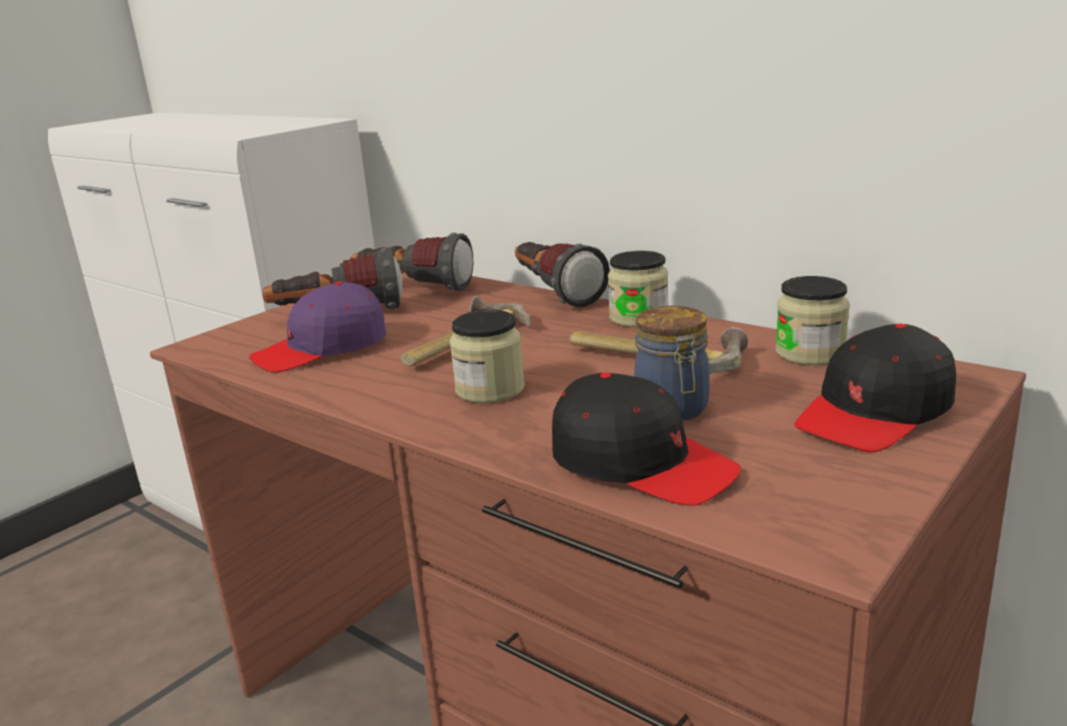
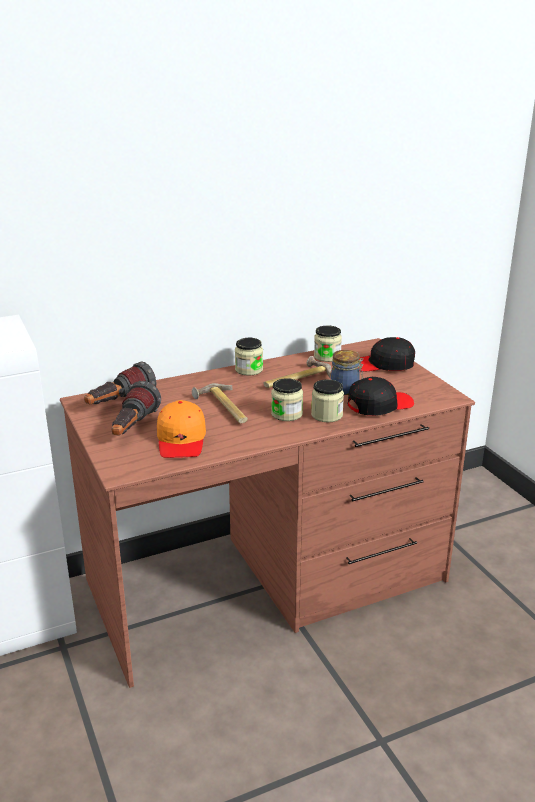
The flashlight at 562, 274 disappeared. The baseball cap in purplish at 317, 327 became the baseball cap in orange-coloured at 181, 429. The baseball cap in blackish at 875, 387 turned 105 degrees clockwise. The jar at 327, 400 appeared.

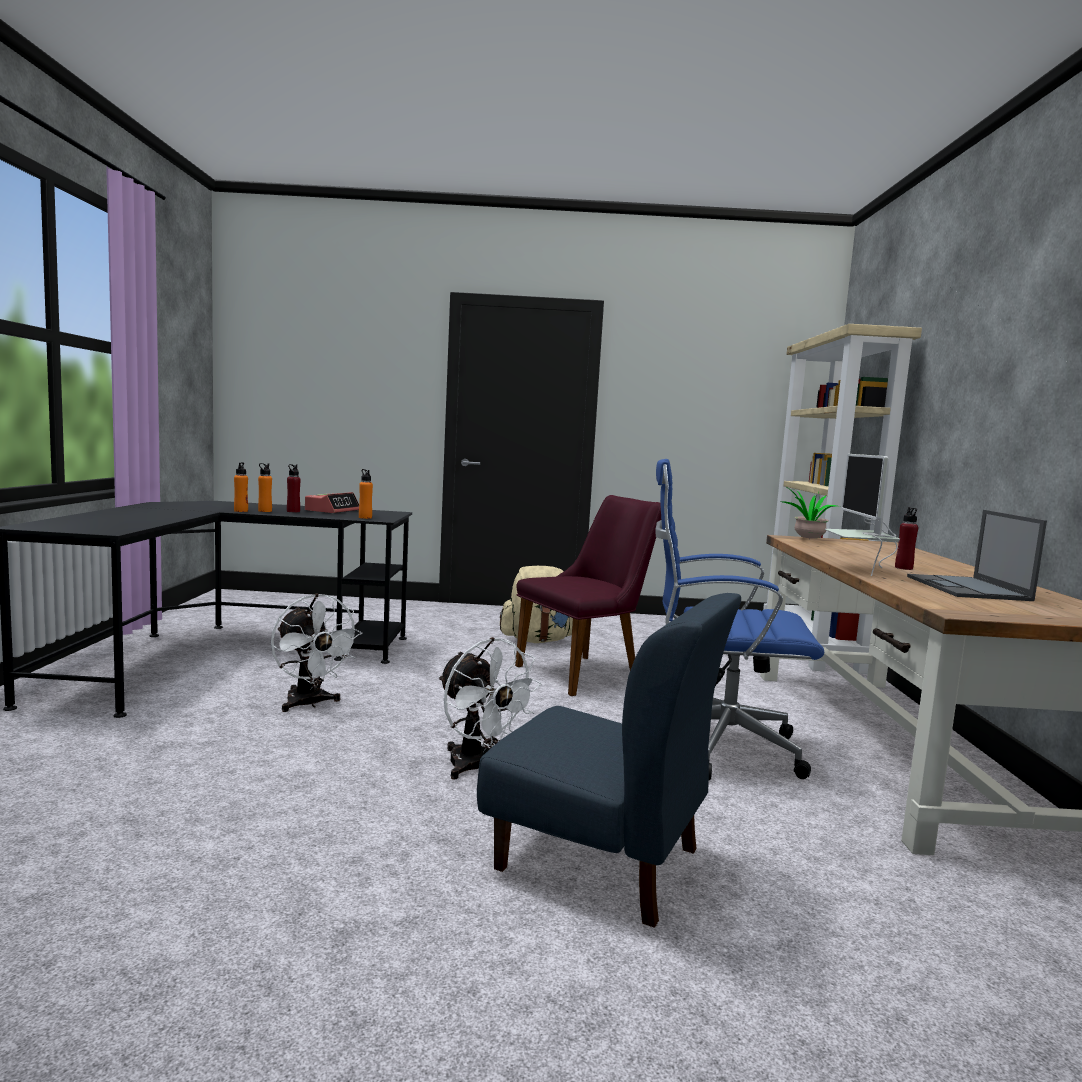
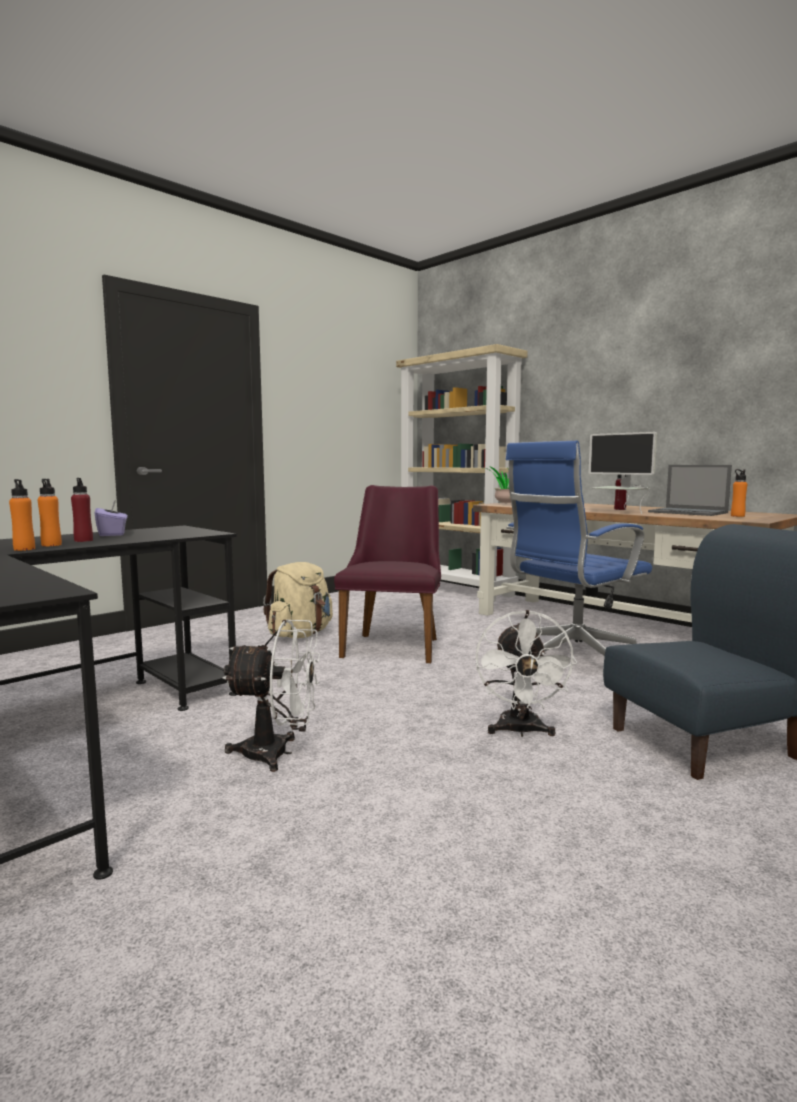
The drink bottle in orange-coloured moved from 366, 494 to 739, 493. The table clock at 332, 502 was replaced by the box of tissues in purplish at 110, 517. The cooling fan in white at 490, 708 turned 90 degrees clockwise.

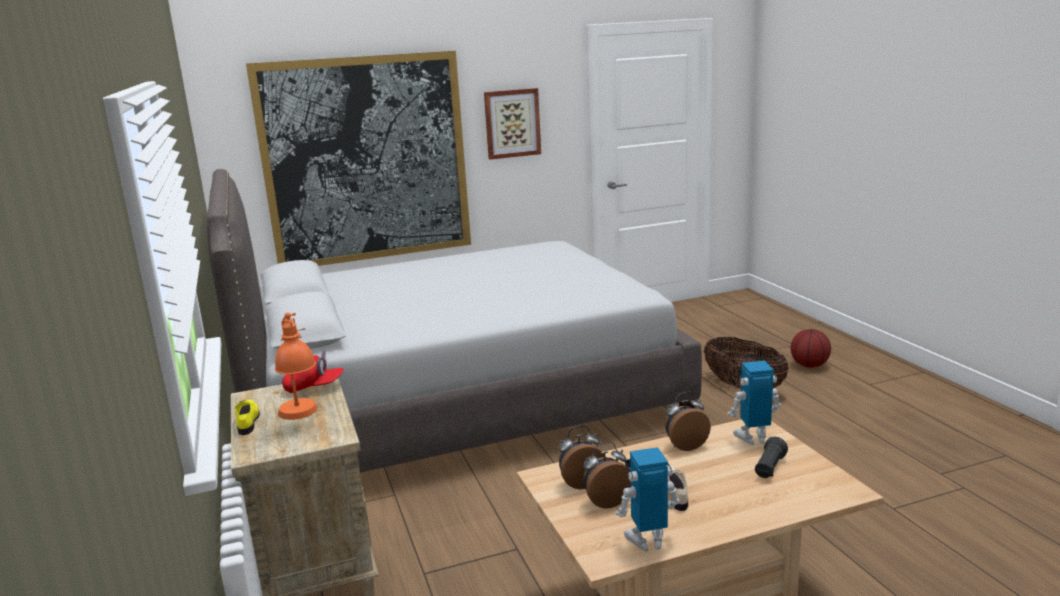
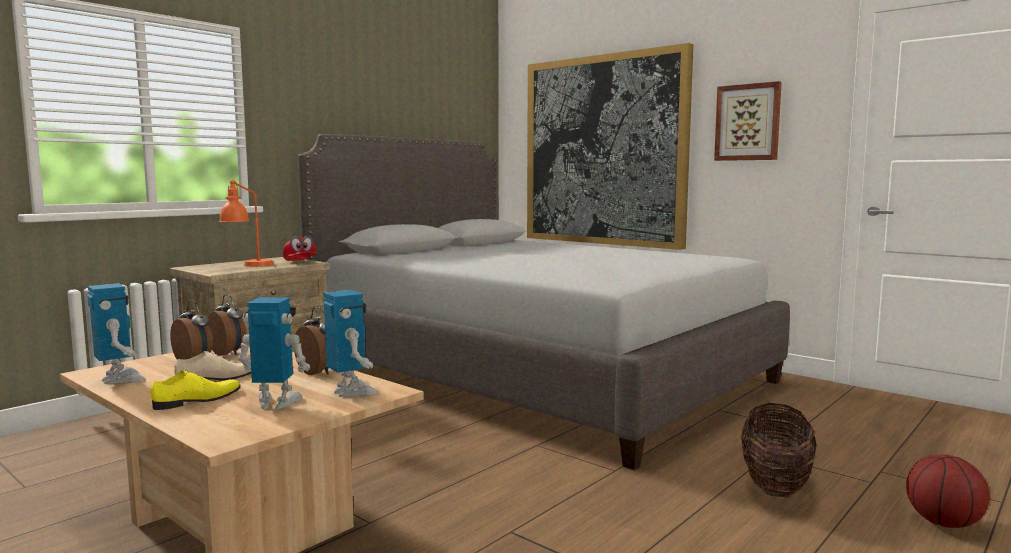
The item of footwear in yellow-coloured moved from 247, 417 to 195, 390. The flashlight in blackish at 771, 457 was replaced by the robot figure at 274, 353.

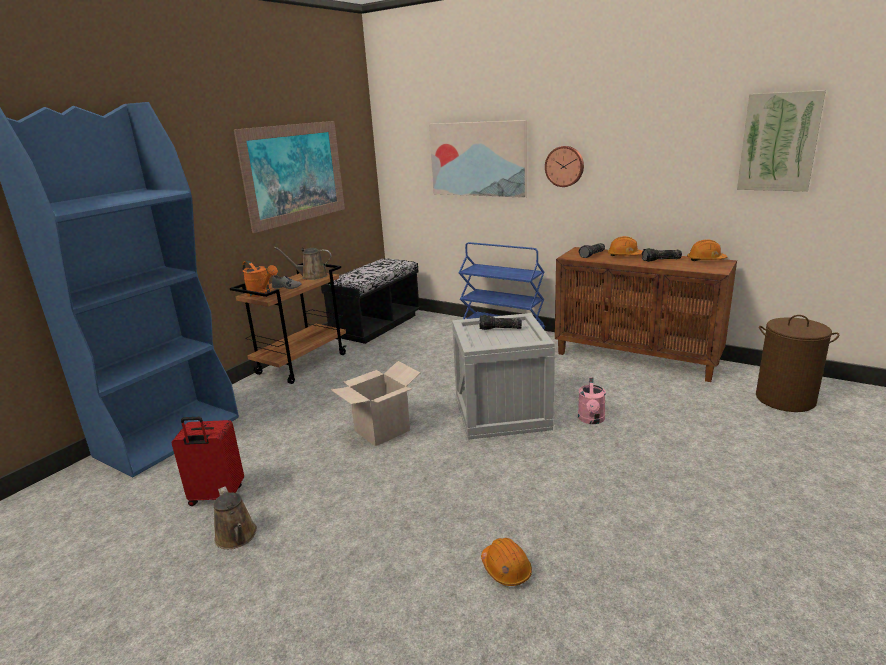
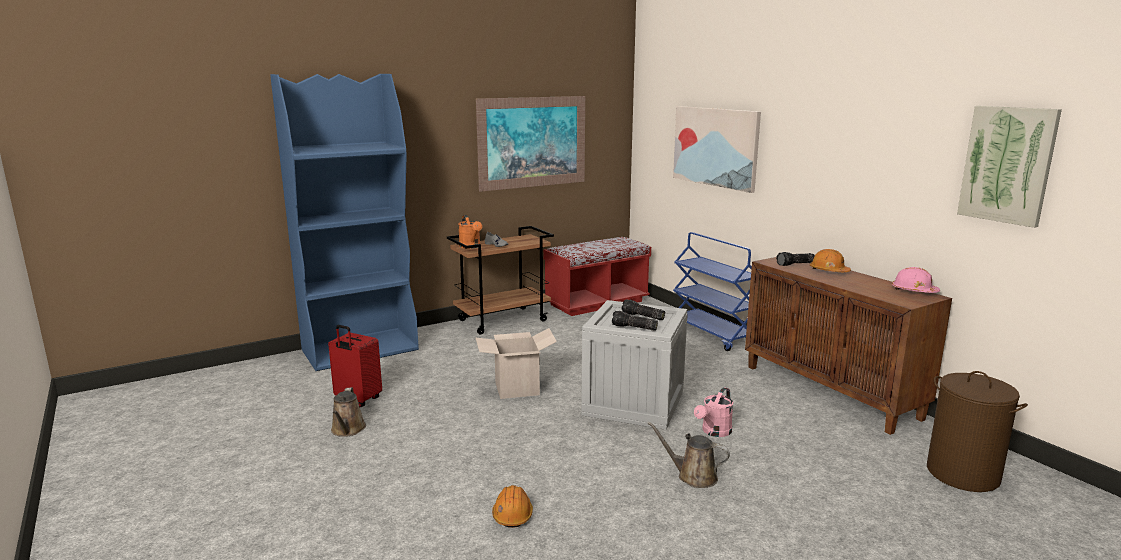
The clock on the wall at 564, 166 disappeared. The hard hat in orange-coloured at 707, 250 became the hard hat in pink-coloured at 916, 280. The watering pot in brown moved from 303, 263 to 689, 454. The flashlight moved from 662, 255 to 635, 320. The indoor bench in blackish at 371, 301 became the indoor bench in red at 597, 276.

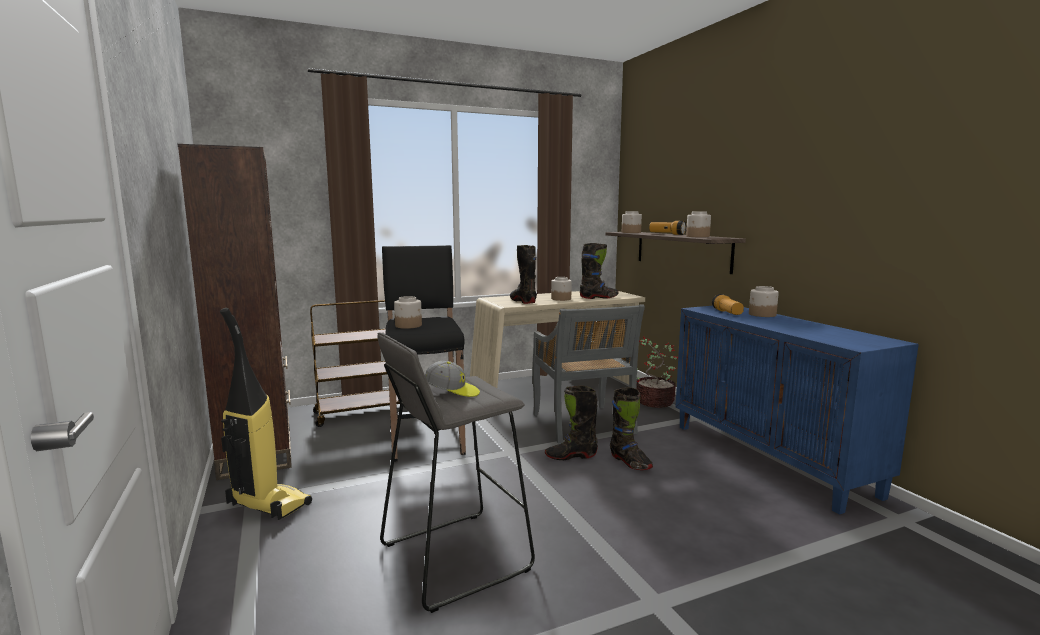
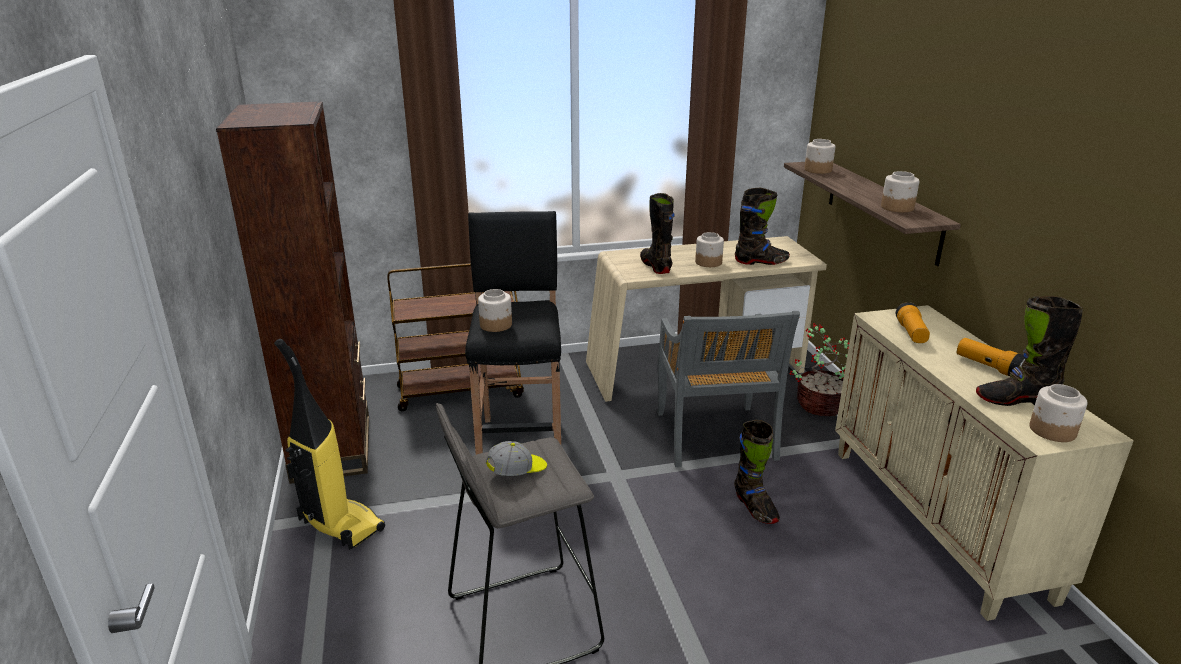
The flashlight moved from 668, 228 to 991, 357. The jar moved from 764, 301 to 1058, 413. The storage cabinet in blue-coloured at 797, 410 became the storage cabinet in beige at 984, 463. The baseball cap at 452, 379 turned 60 degrees counterclockwise. The boot in blackish moved from 571, 422 to 1029, 351.

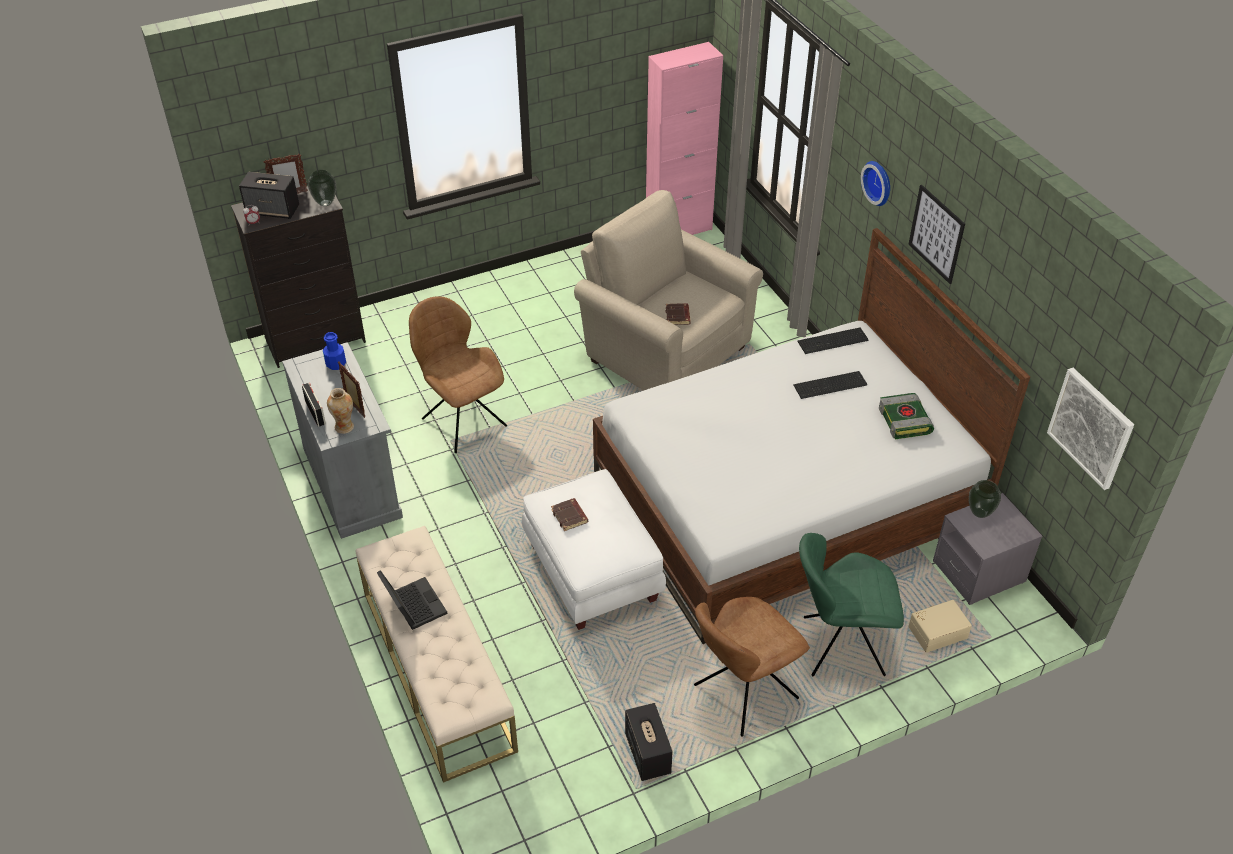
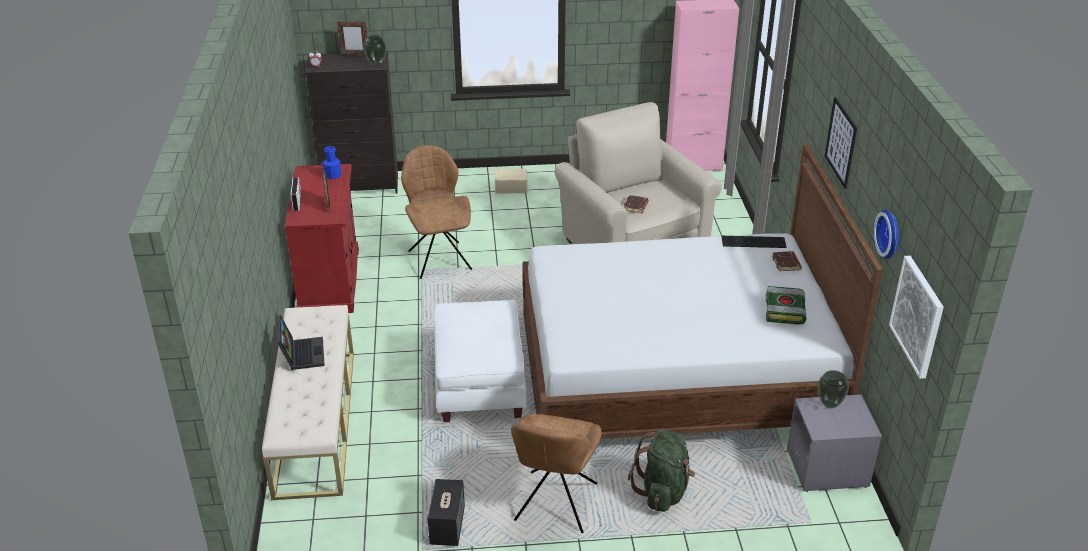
The clock on the wall moved from 875, 183 to 886, 234. The loudspeaker at 269, 195 disappeared. The storage cabinet in grey at 342, 440 became the storage cabinet in red at 321, 238. The computer keyboard at 830, 385 disappeared. The vase at 340, 411 disappeared. The volume in brown moved from 569, 514 to 787, 261. The plain chair in greenish at 851, 604 was replaced by the backpack in greenish at 661, 471. The plain chair in brown at 752, 667 turned 60 degrees counterclockwise. The storage bin in beige moved from 940, 626 to 511, 181.

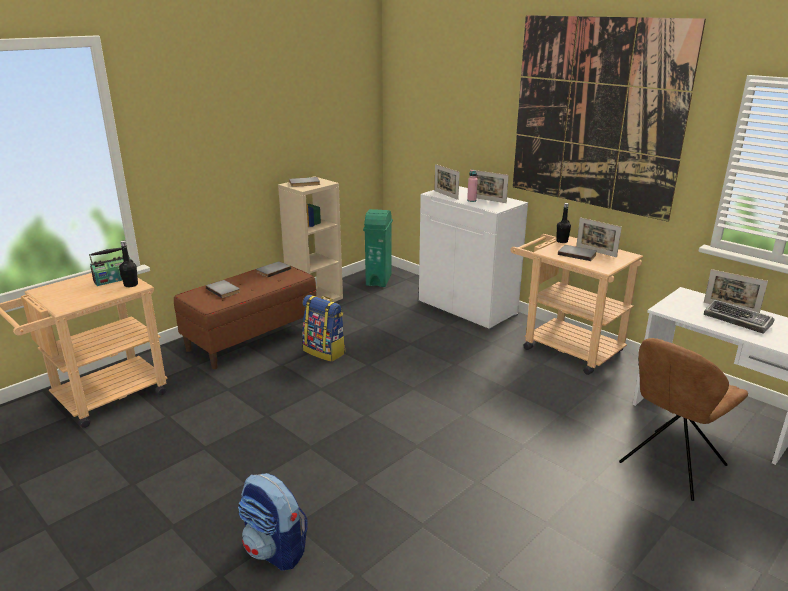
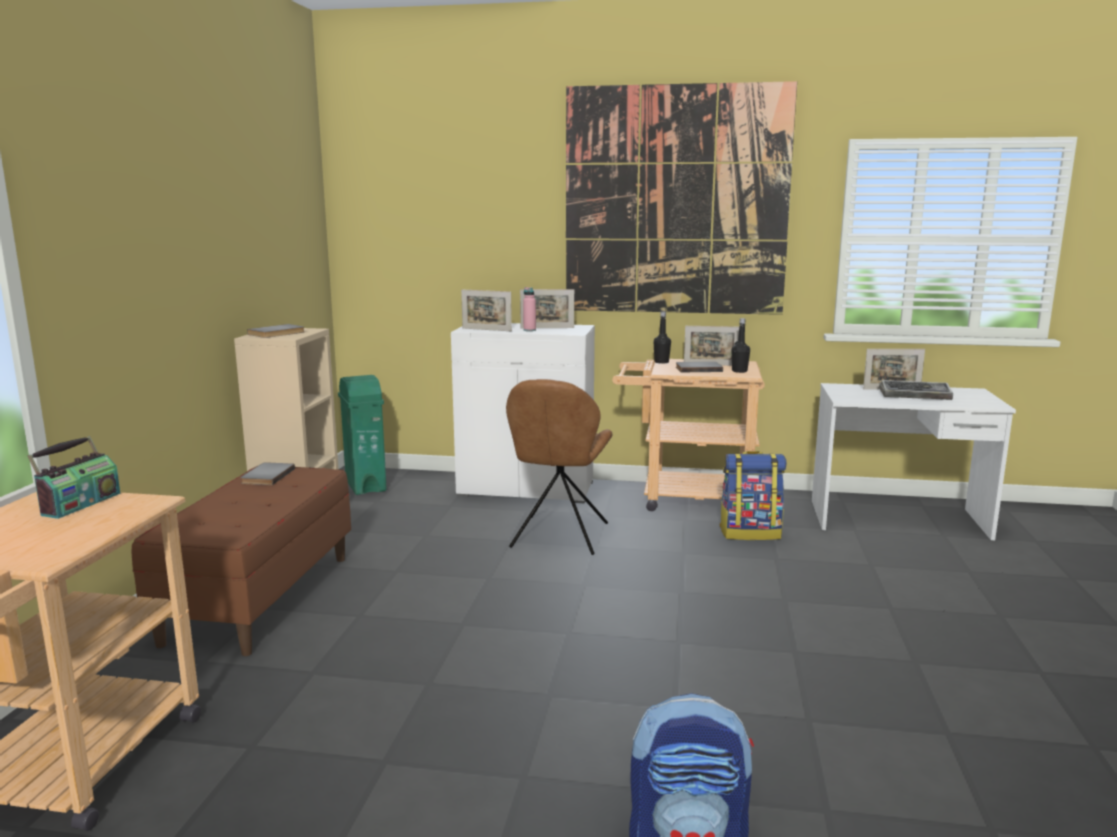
The drink bottle in blackish moved from 128, 264 to 740, 345. The volume in grey at 223, 289 disappeared. The backpack moved from 324, 328 to 752, 495. The plain chair in brown moved from 683, 419 to 559, 467.

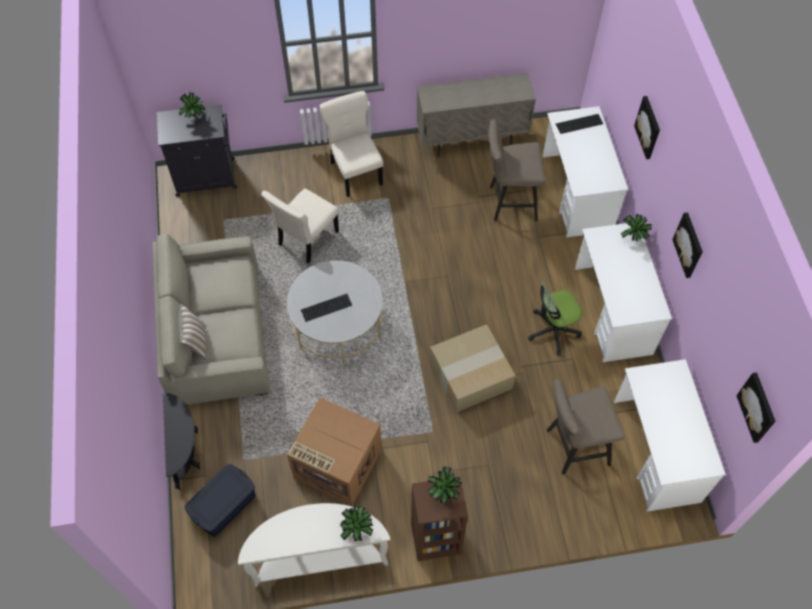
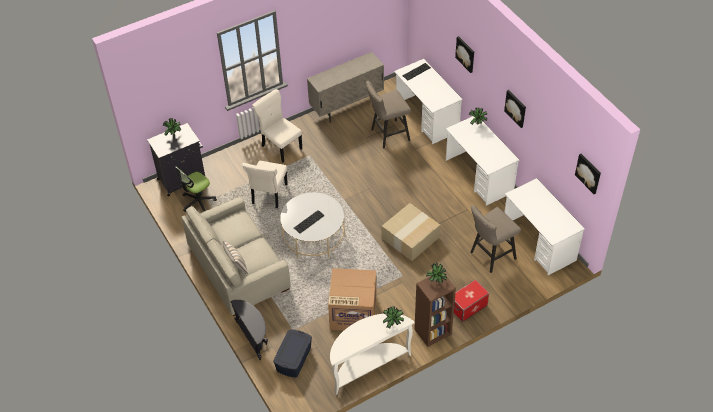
The office chair moved from 555, 319 to 196, 189. The storage bin at 471, 300 appeared.

